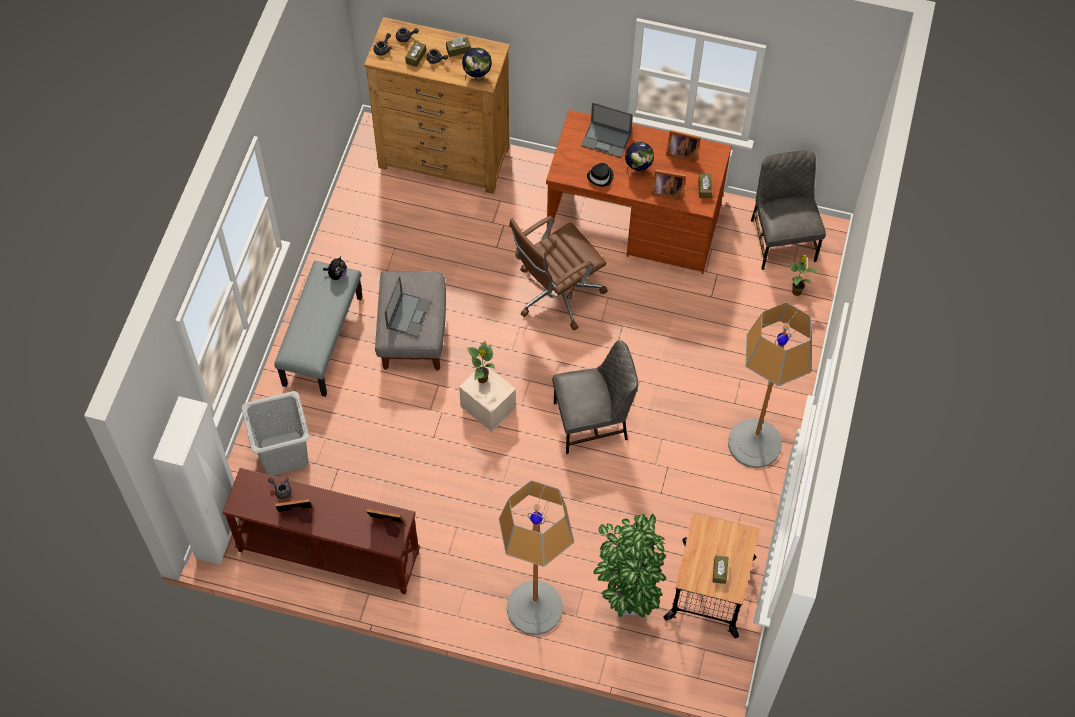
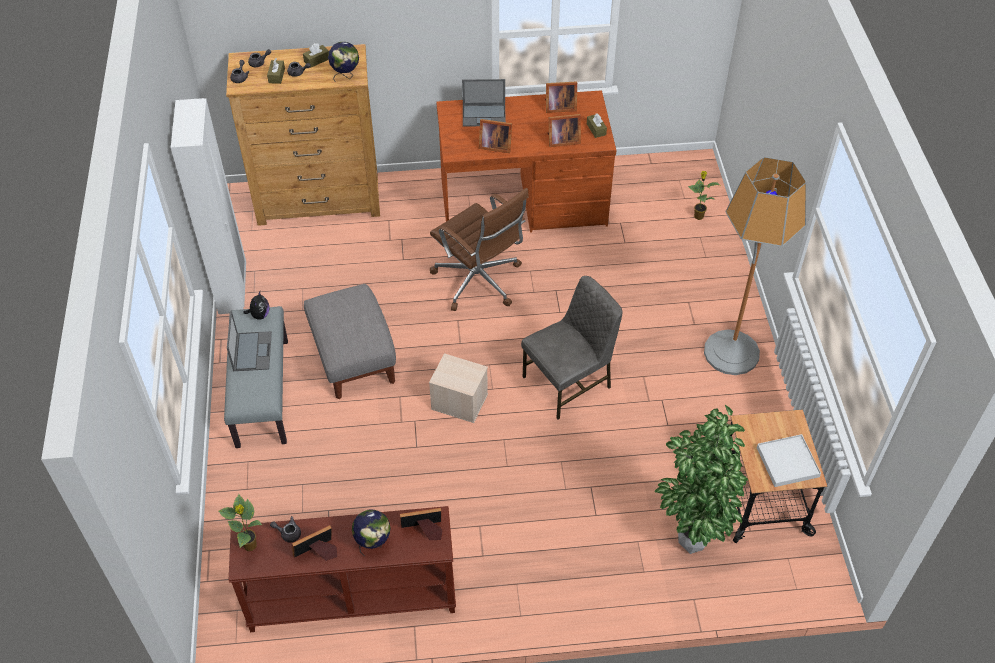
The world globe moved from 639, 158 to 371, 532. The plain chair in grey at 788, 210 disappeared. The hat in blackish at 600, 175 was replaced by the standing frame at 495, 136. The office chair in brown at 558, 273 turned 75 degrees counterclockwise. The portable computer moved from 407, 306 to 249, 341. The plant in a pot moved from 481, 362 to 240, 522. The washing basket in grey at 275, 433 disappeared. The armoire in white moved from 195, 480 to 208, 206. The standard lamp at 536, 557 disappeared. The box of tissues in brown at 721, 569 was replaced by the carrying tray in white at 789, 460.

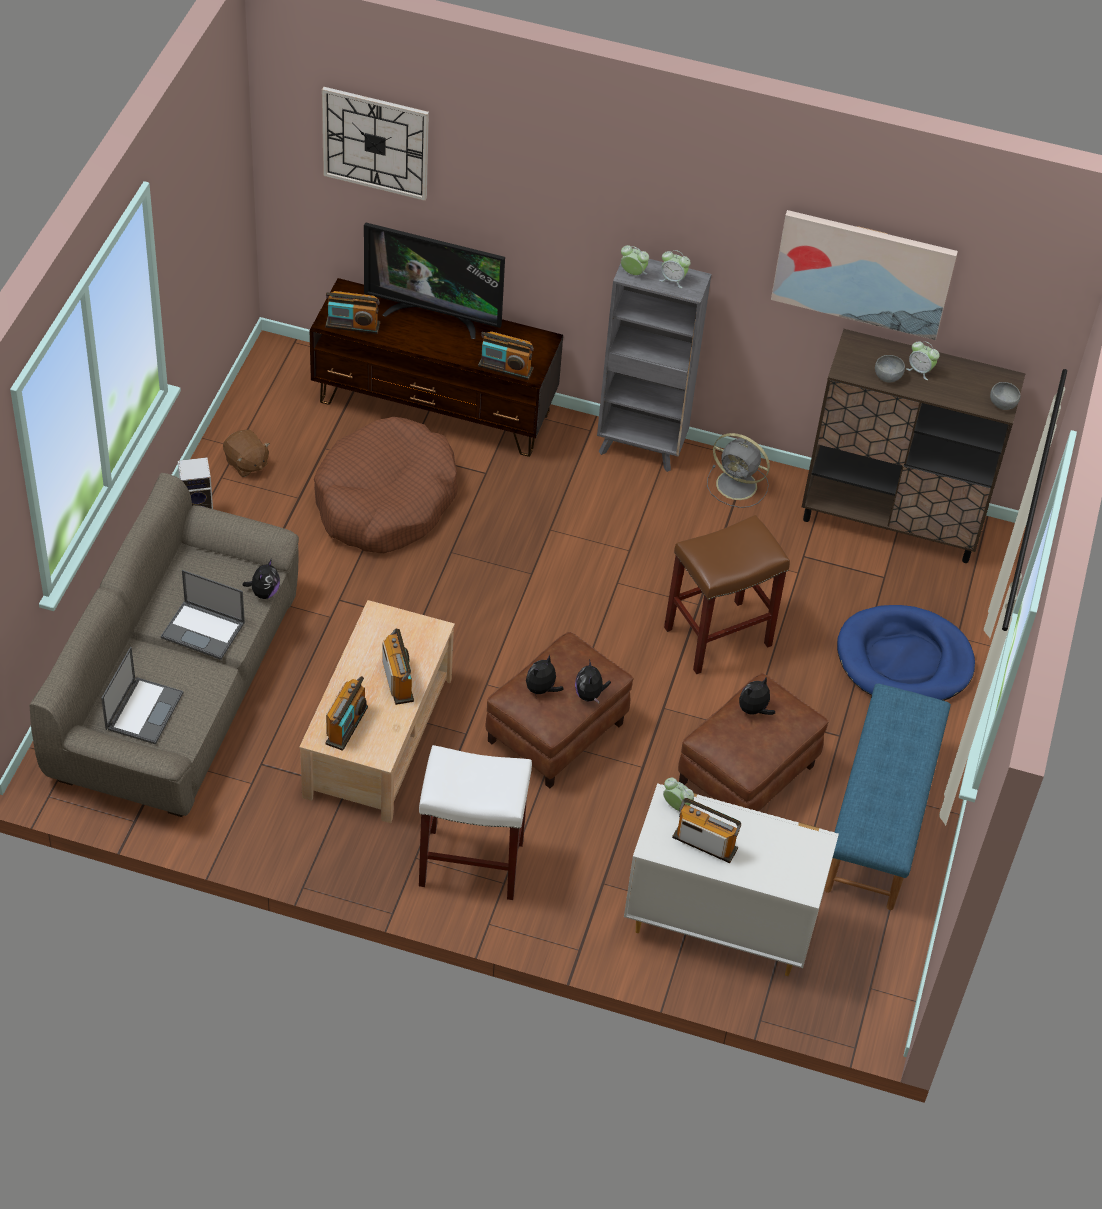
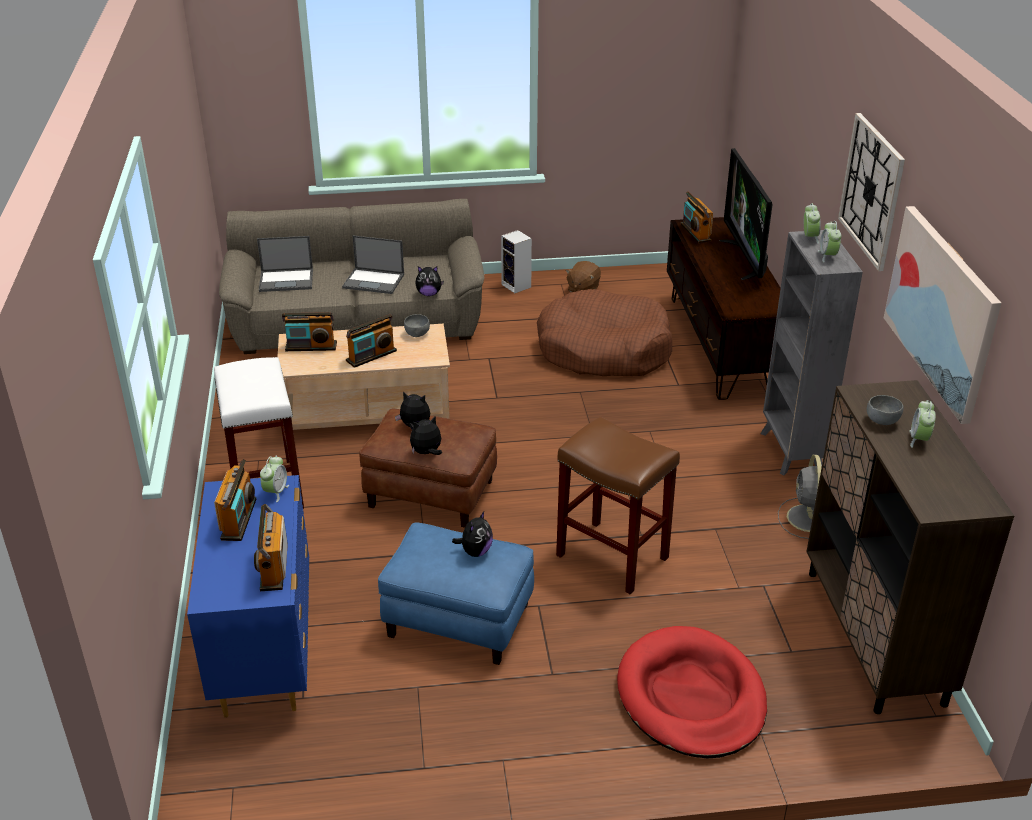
The clock on the wall moved from 375, 144 to 871, 192. The radio receiver moved from 506, 355 to 271, 547. The bowl in grey moved from 1005, 396 to 417, 325. The portable computer at 203, 615 turned 75 degrees counterclockwise. The dog bed in blue-coloured at 906, 653 became the dog bed in red at 692, 692. The footrest in brown at 753, 742 became the footrest in blue-coloured at 456, 593. The plush toy at 757, 697 turned 90 degrees clockwise. The indoor bench in blue-coloured at 887, 797 disappeared. The dresser in white at 731, 879 became the dresser in blue-coloured at 248, 596.

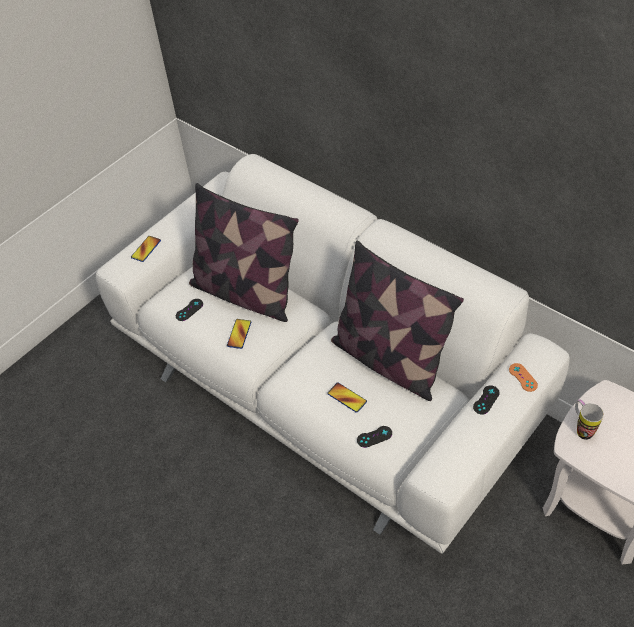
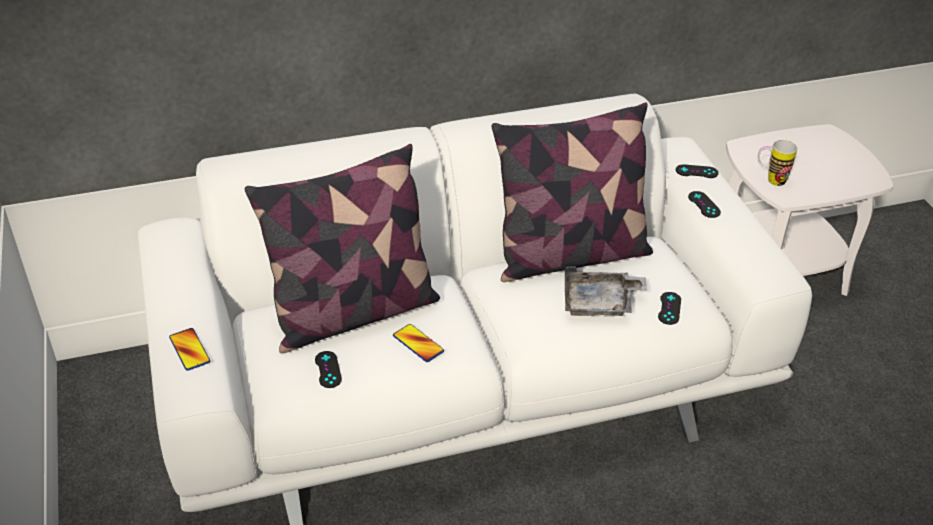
The gamepad in orange-coloured at 523, 377 became the gamepad in blackish at 697, 171. The handset at 347, 397 was replaced by the carrying tray in grey at 606, 291.

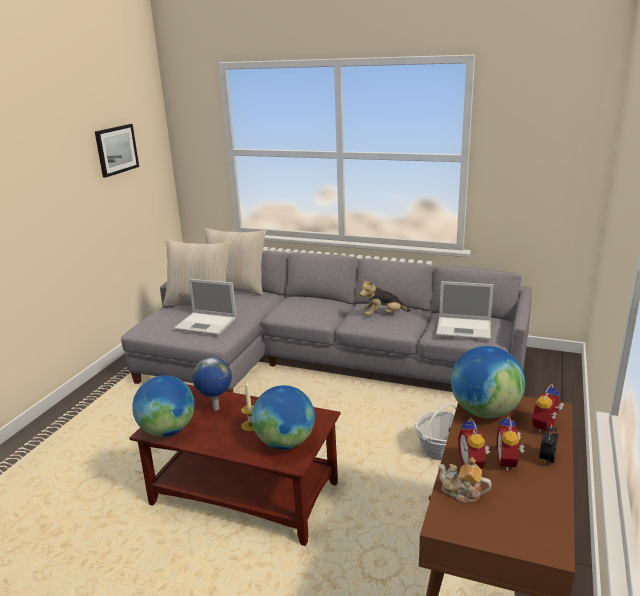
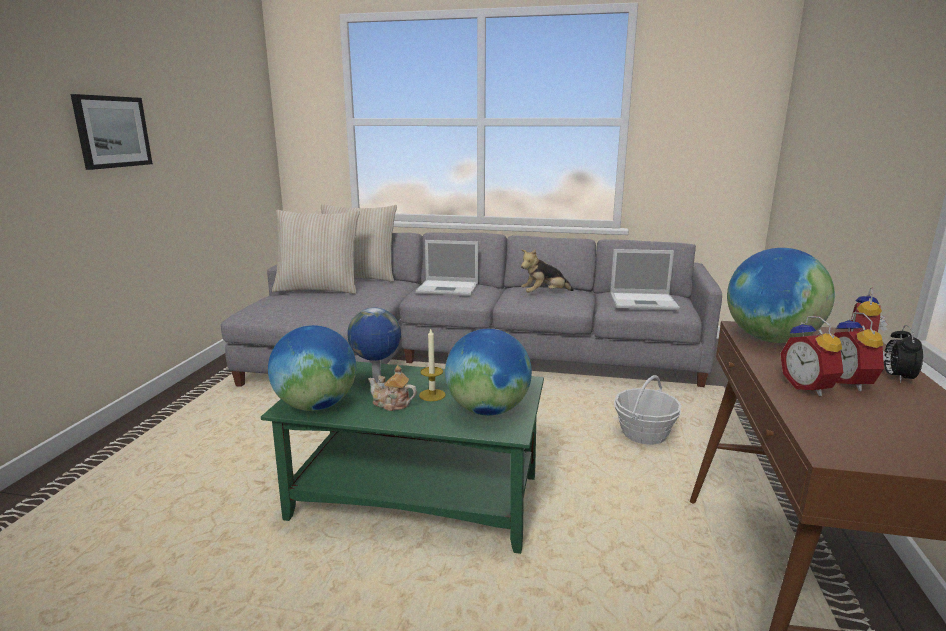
The picture moved from 117, 151 to 112, 132. The portable computer moved from 205, 307 to 447, 268. The low table in brown at 235, 465 became the low table in greenish at 402, 458. The tea pot moved from 465, 480 to 392, 388.

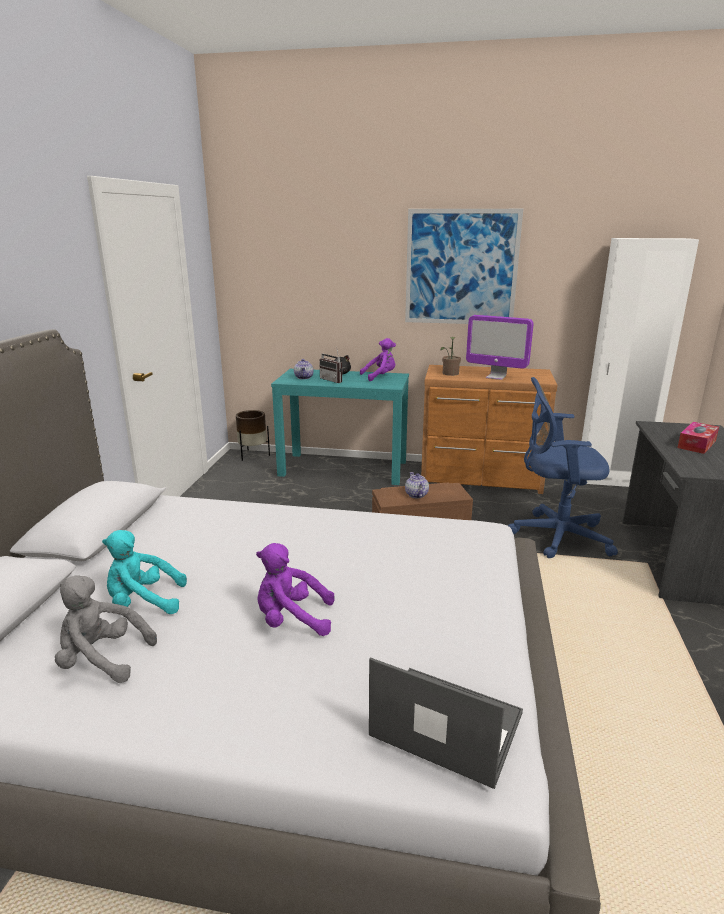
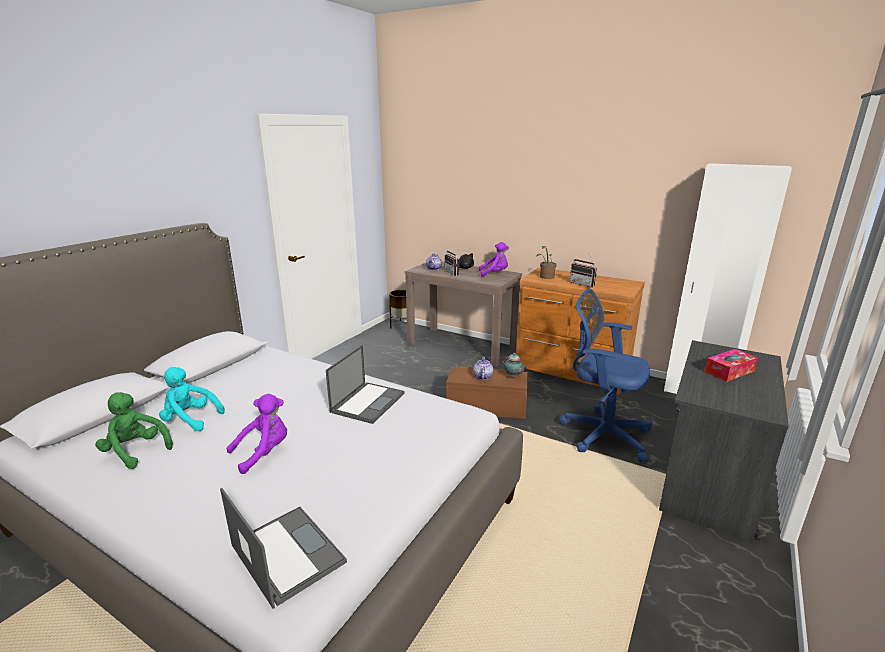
The picture at 464, 266 disappeared. The monitor at 500, 347 was replaced by the radio receiver at 583, 270. The narrow table in turquoise at 340, 427 became the narrow table in brown at 463, 314. The plush toy in purplish at 295, 589 turned 120 degrees clockwise. The plush toy in grey at 106, 629 became the plush toy in greenish at 134, 430. The portable computer at 365, 384 appeared. The tea pot at 515, 365 appeared.

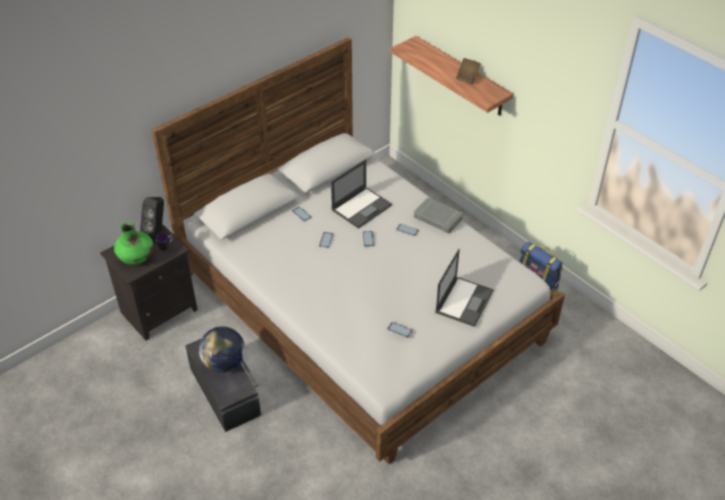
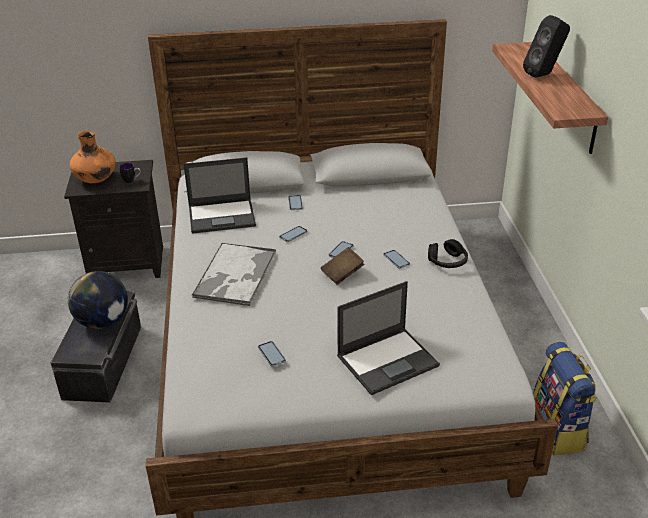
The volume in brown moved from 468, 71 to 342, 266. The portable computer moved from 361, 194 to 220, 195. The loudspeaker in blackish moved from 152, 218 to 546, 46. The volume in grey at 438, 215 was replaced by the headphones in blackish at 448, 253. The vase in greenish at 133, 243 became the vase in orange-coloured at 92, 156. The carrying tray at 233, 274 appeared.

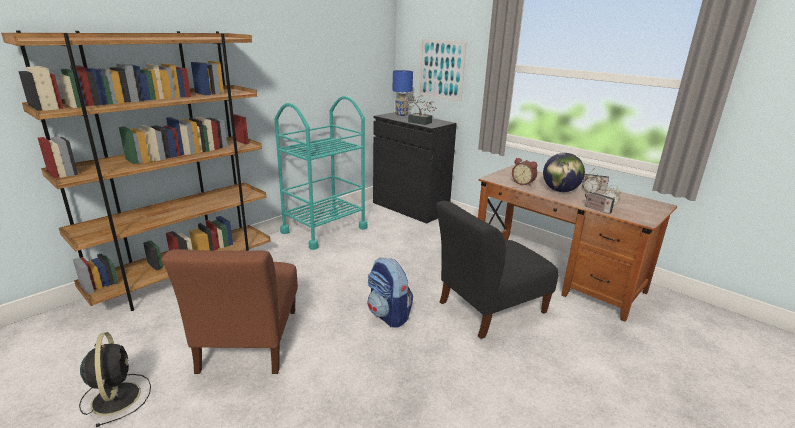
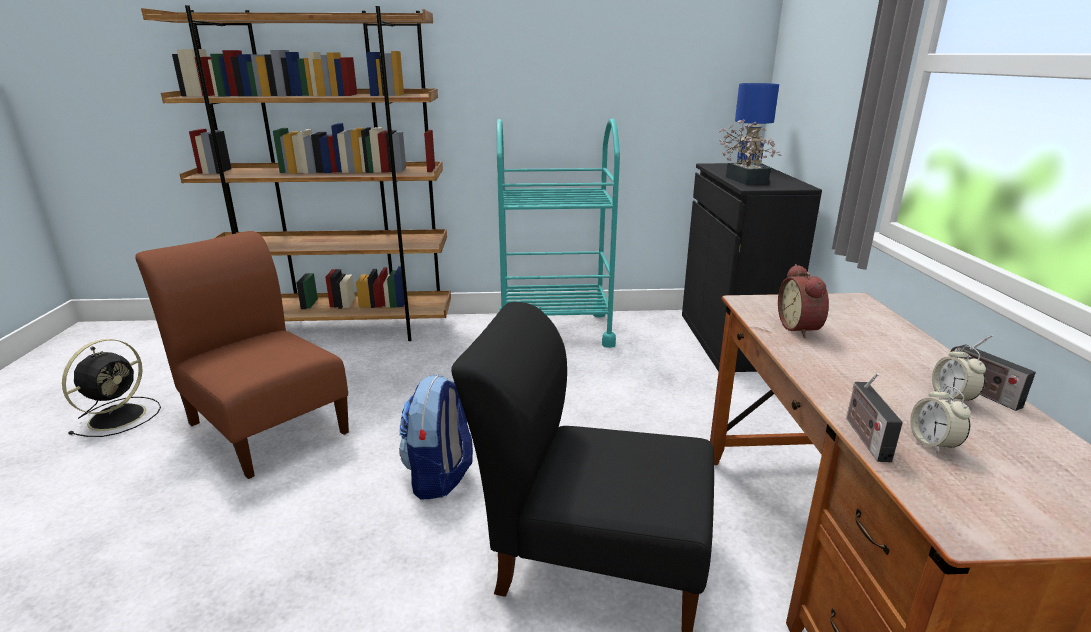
The picture at 442, 70 disappeared. The world globe at 564, 172 disappeared. The plain chair in brown at 230, 311 turned 90 degrees clockwise.

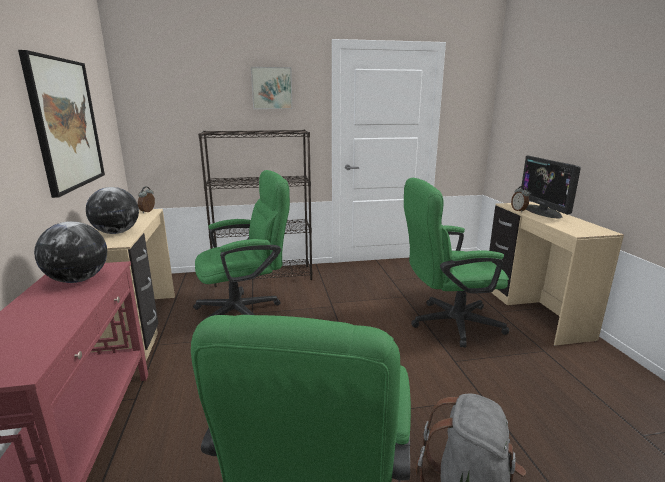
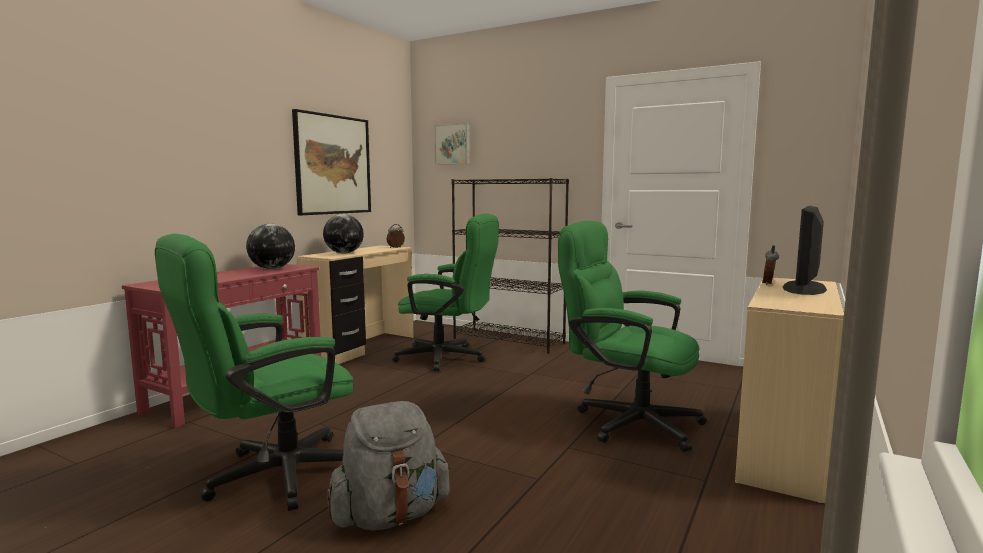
The picture moved from 272, 88 to 452, 144.

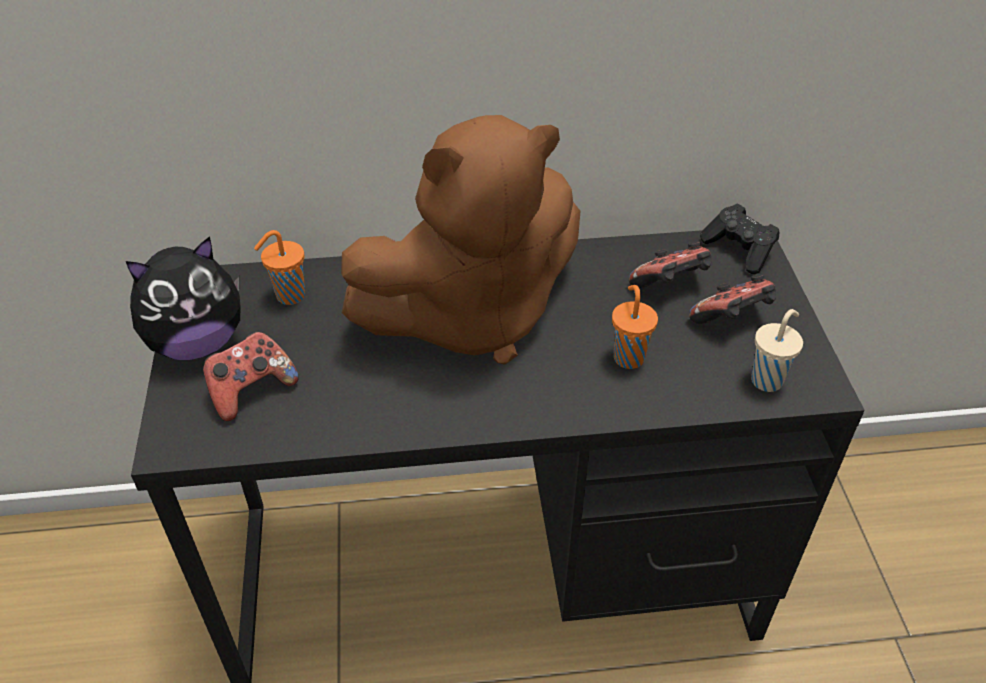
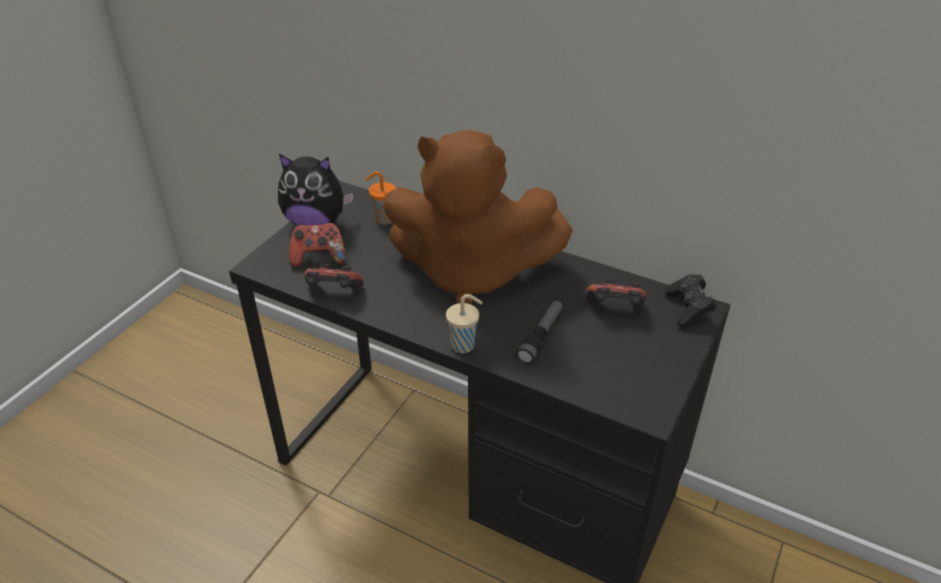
The gamepad moved from 732, 299 to 334, 276. The small cup in orange-coloured at 635, 327 was replaced by the flashlight at 540, 332. The small cup in beige moved from 777, 350 to 464, 323.

